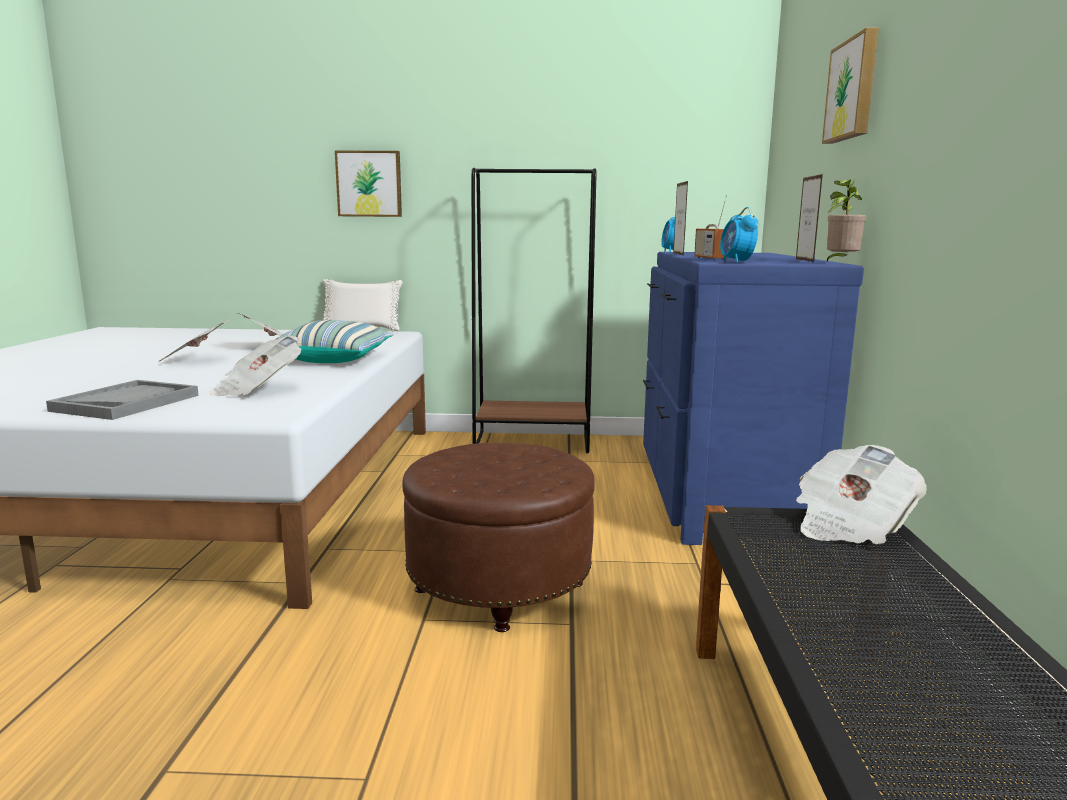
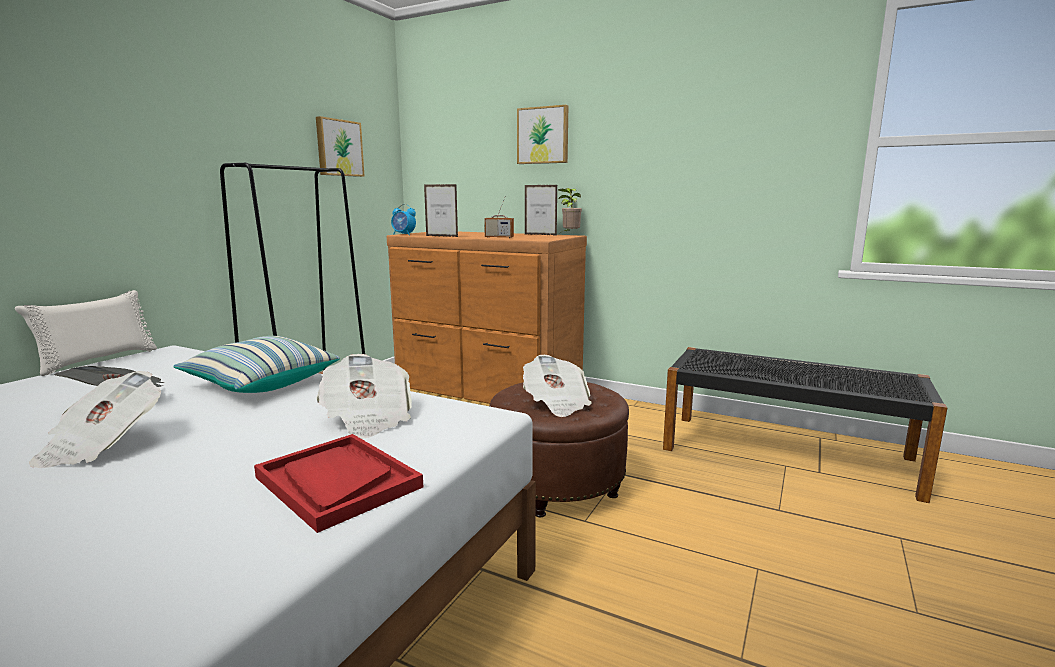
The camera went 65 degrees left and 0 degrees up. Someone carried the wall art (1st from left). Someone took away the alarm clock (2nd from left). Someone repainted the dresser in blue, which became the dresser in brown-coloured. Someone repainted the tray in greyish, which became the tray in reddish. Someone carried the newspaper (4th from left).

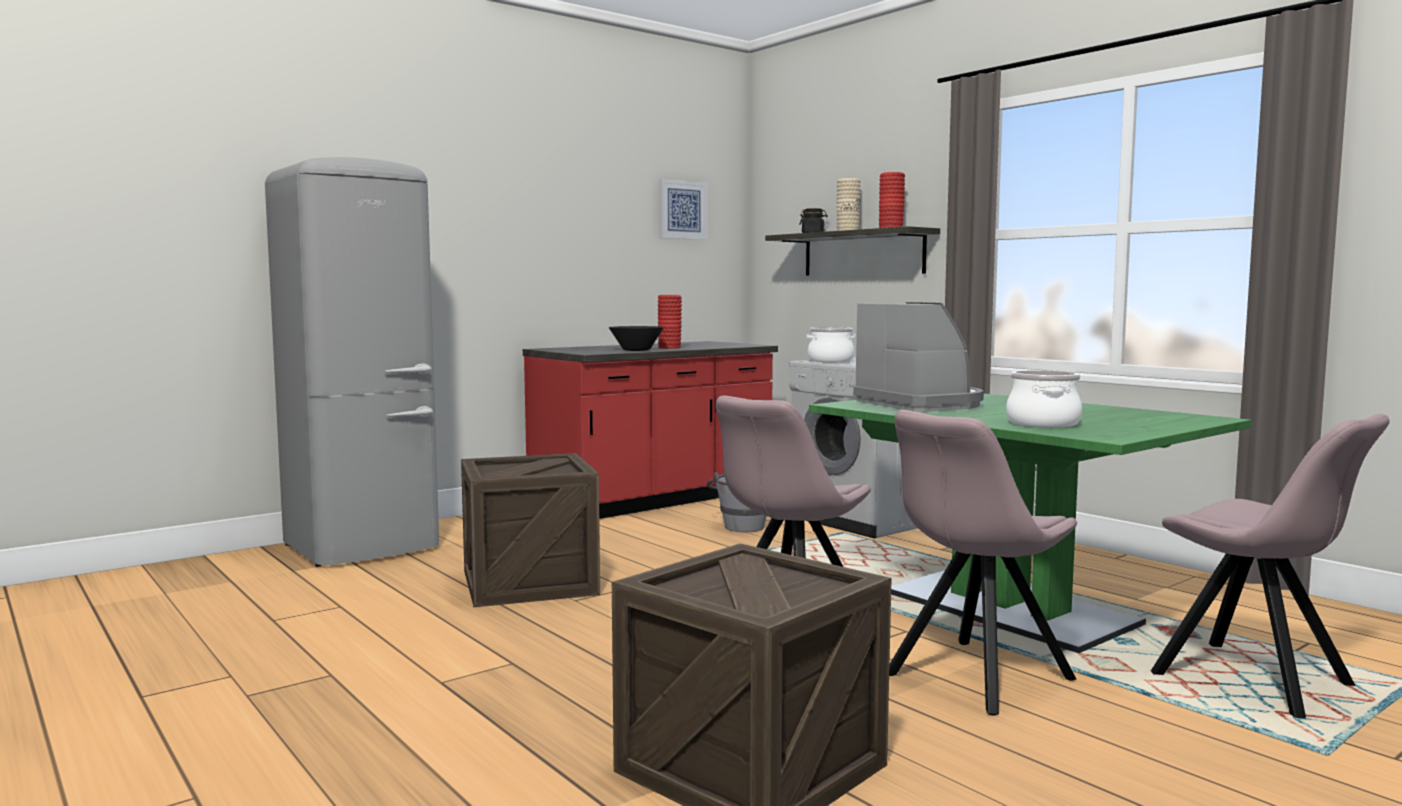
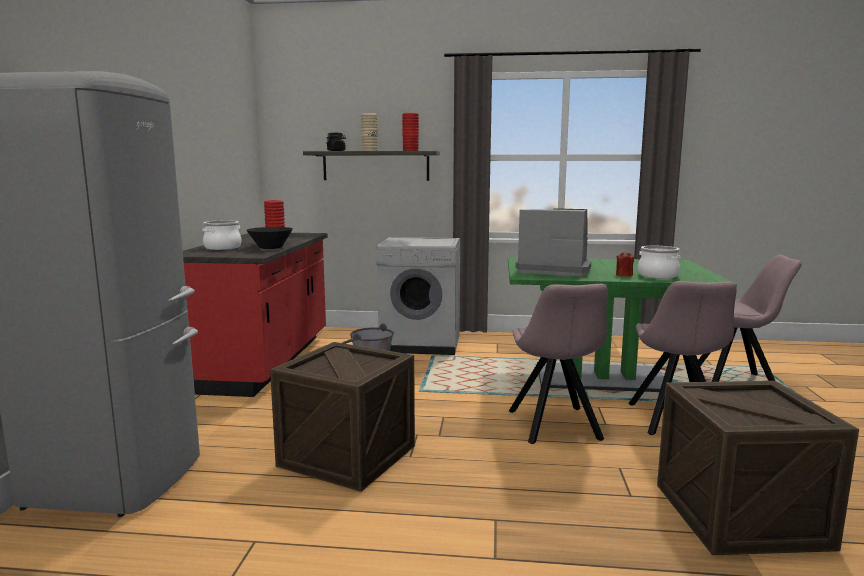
The camera went 45 degrees left and 5 degrees up. Someone took away the wall art. Someone carried the cooking pot (1st from left). Someone put down the candle in reddish.

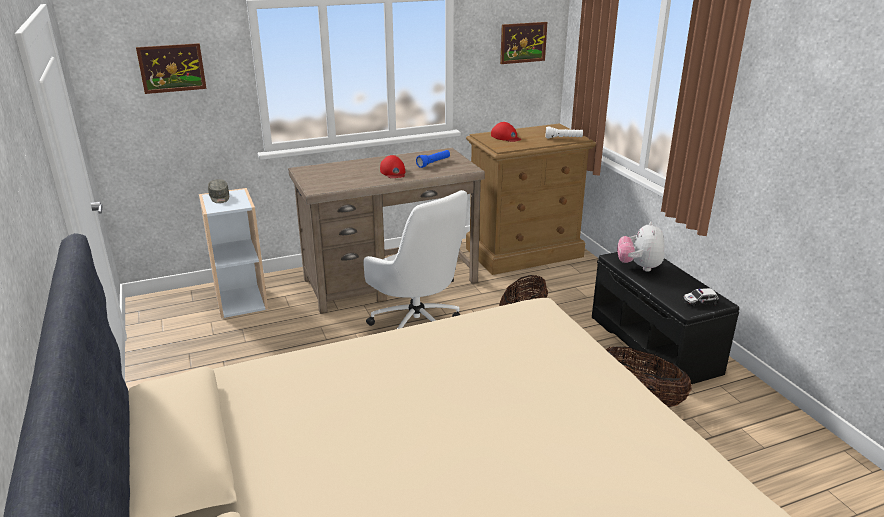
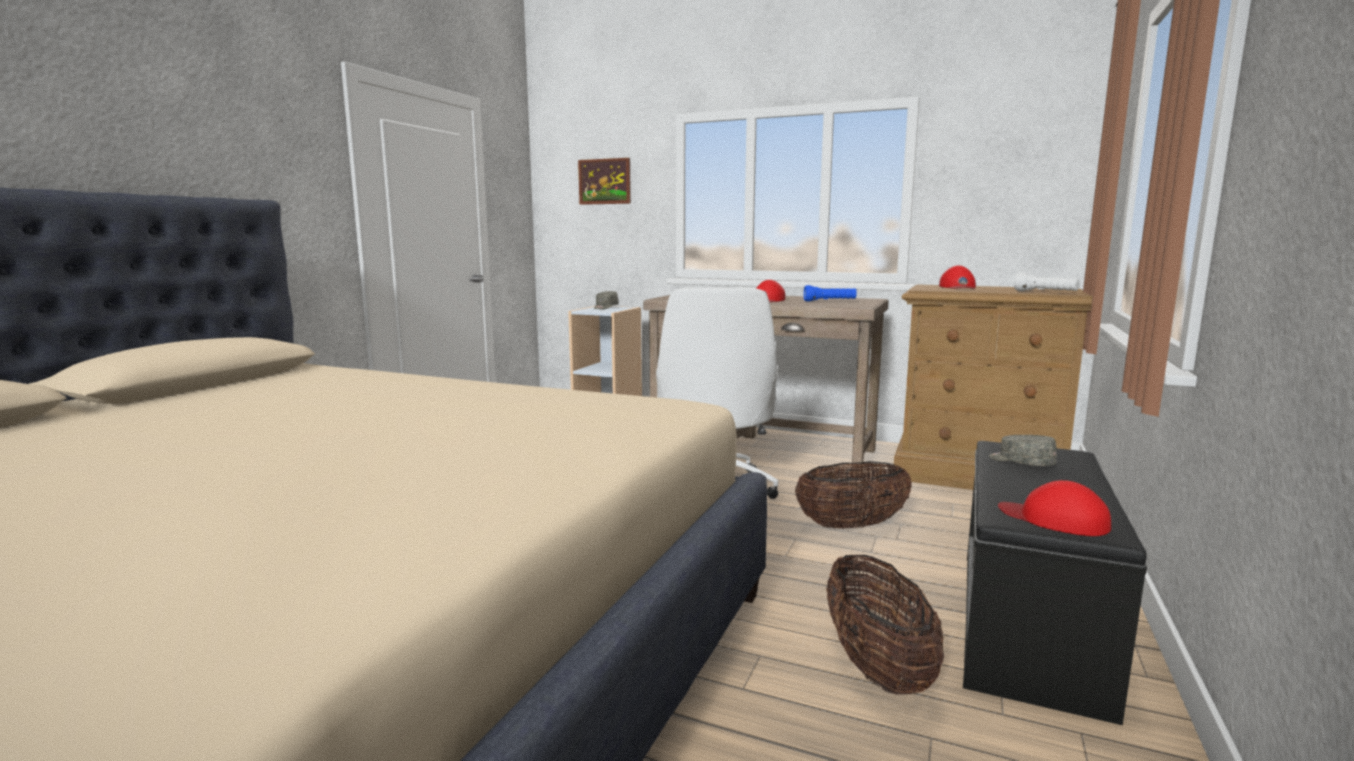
The camera went 45 degrees right and 15 degrees down. Someone took away the wall art (2nd from left). Someone swapped the cuddly toy for the cap in greyish (2nd from left). Someone swapped the model car for the cap in reddish (3rd from left).

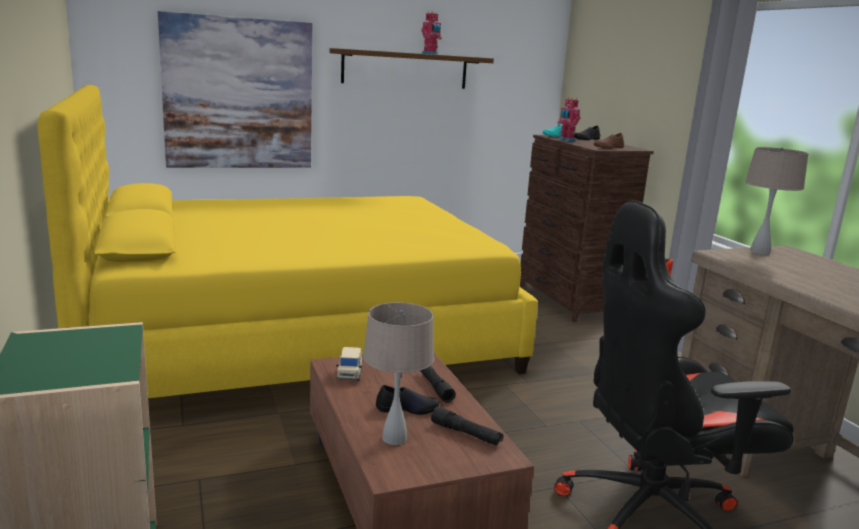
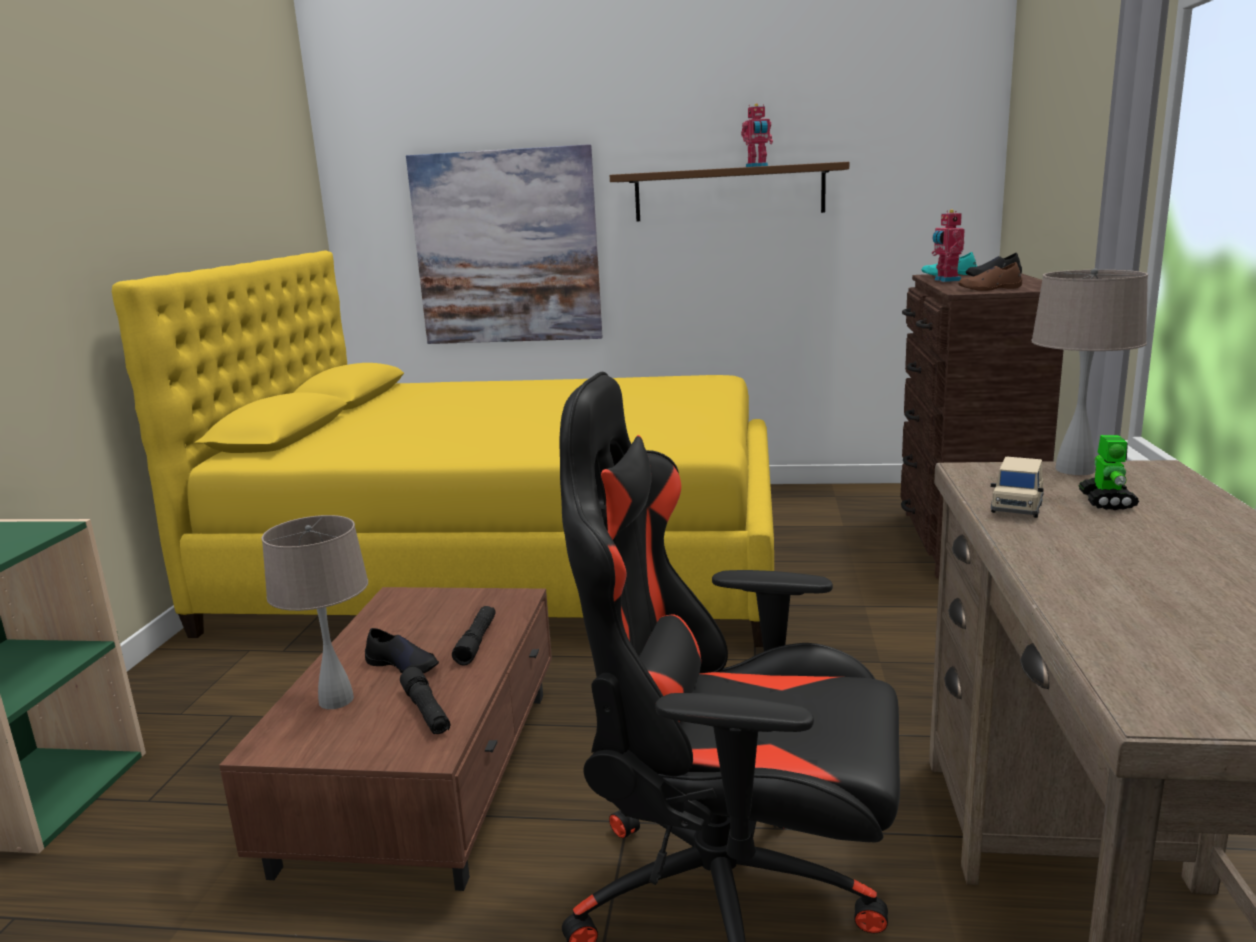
The camera went 30 degrees right and 0 degrees up. Someone carried the model car in beige-coloured. Someone put down the model robot (3rd from left).

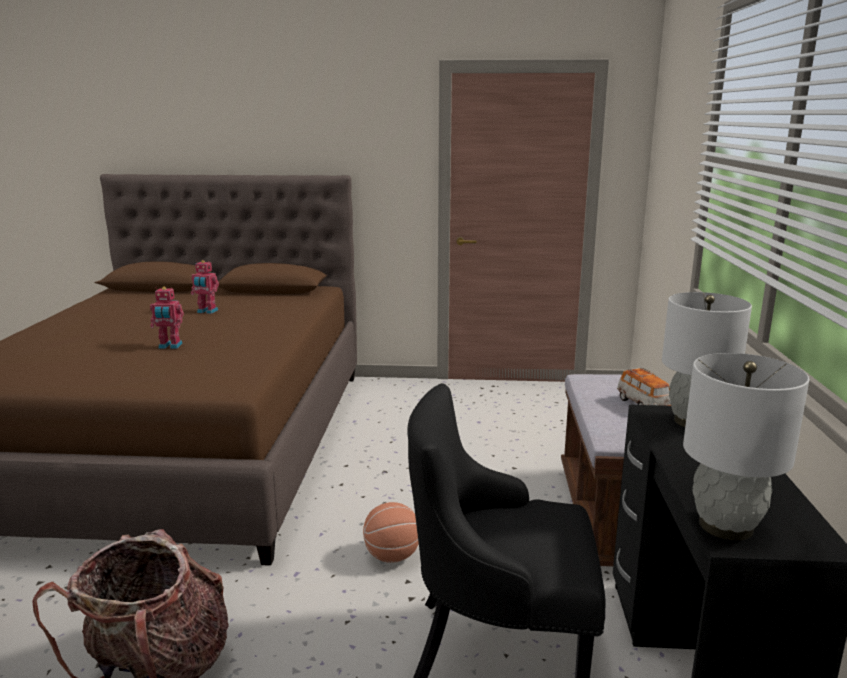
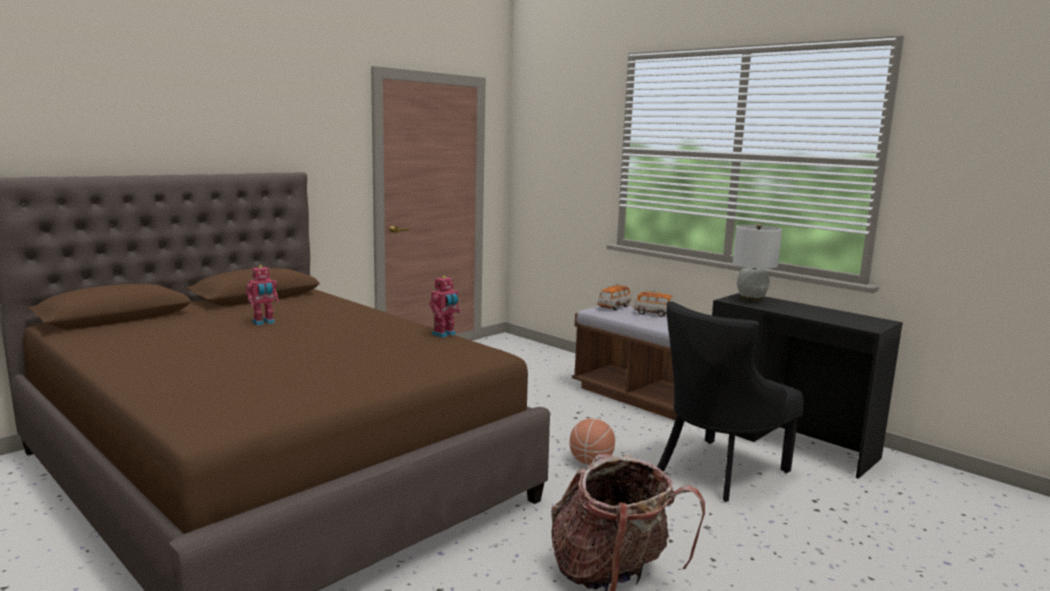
The camera went 50 degrees left and 5 degrees down. Someone carried the model robot (1st from left in the first image). Someone took away the lamp for a table in white (2nd from left). Someone put down the model car (1st from left).

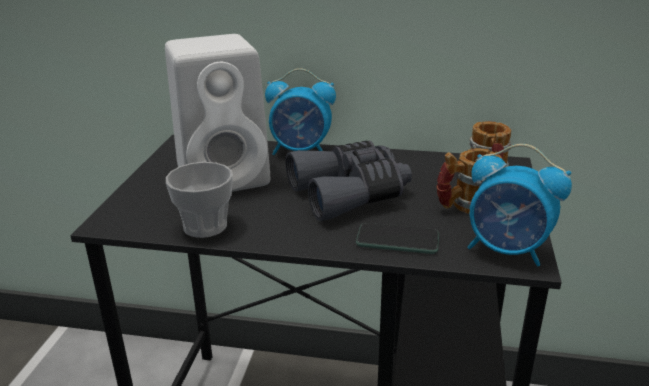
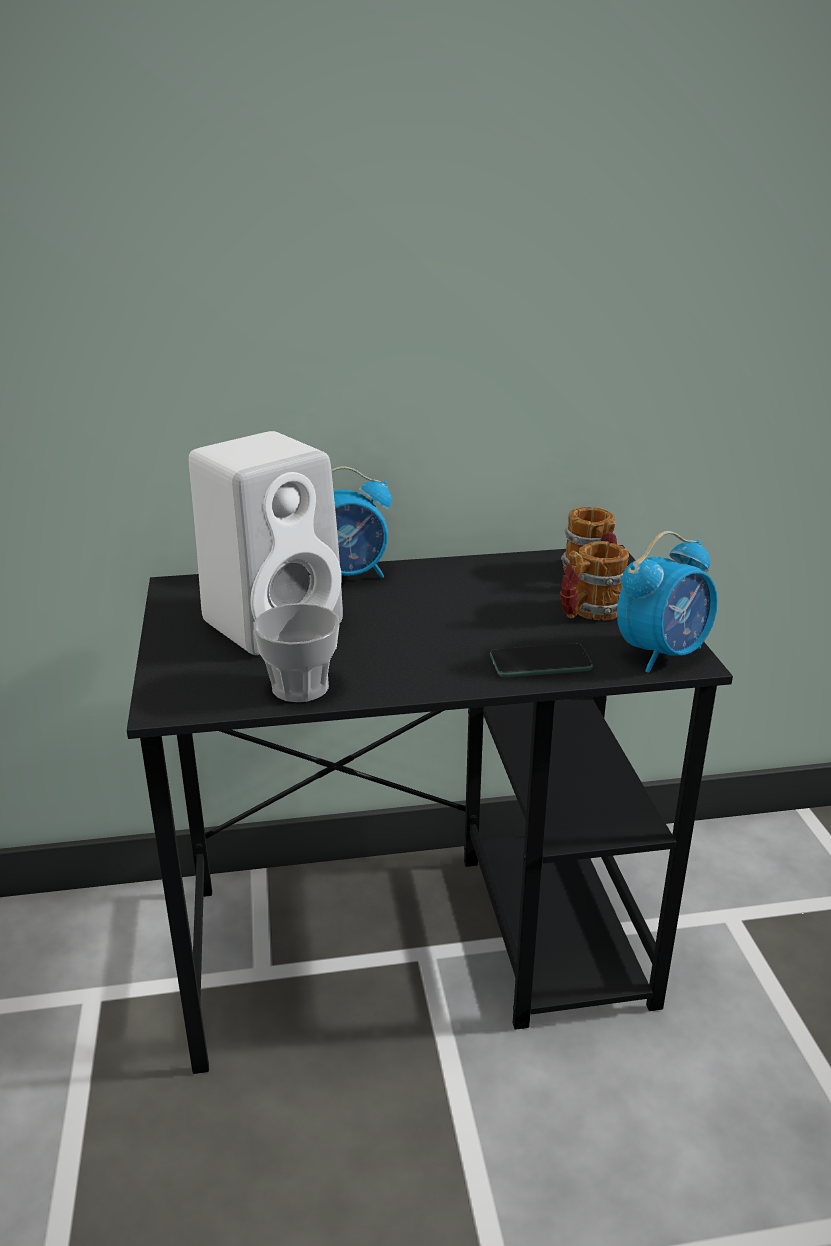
The camera went 20 degrees left and 0 degrees up. Someone took away the pair of binoculars in greyish. Someone rotated the alarm clock (2nd from left) by 45 degrees counterclockwise.

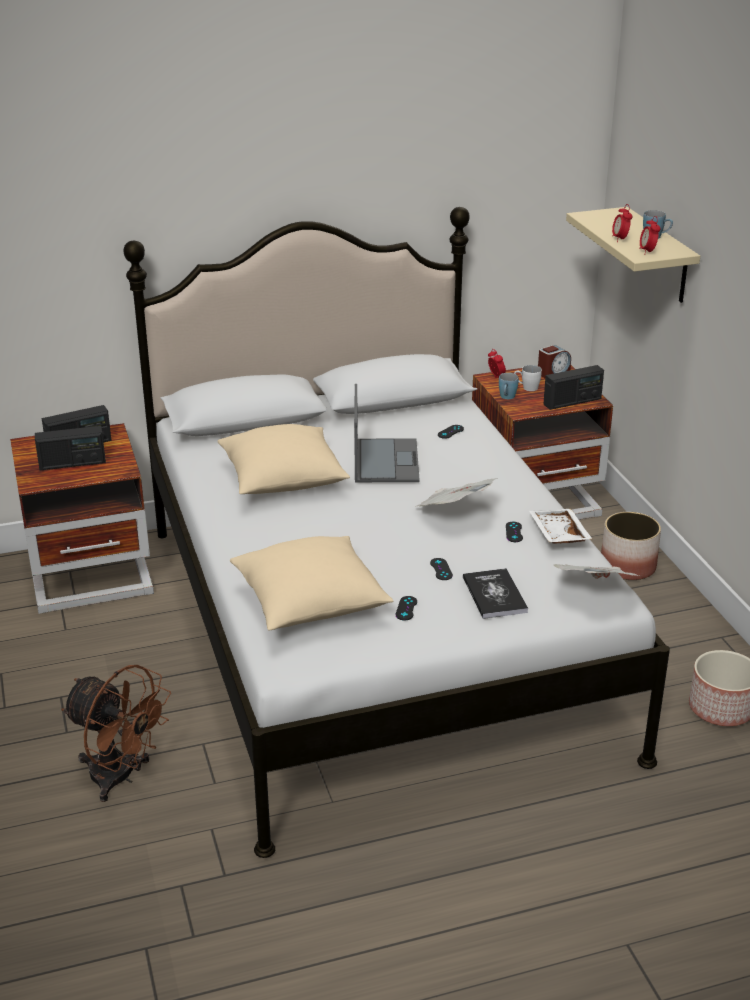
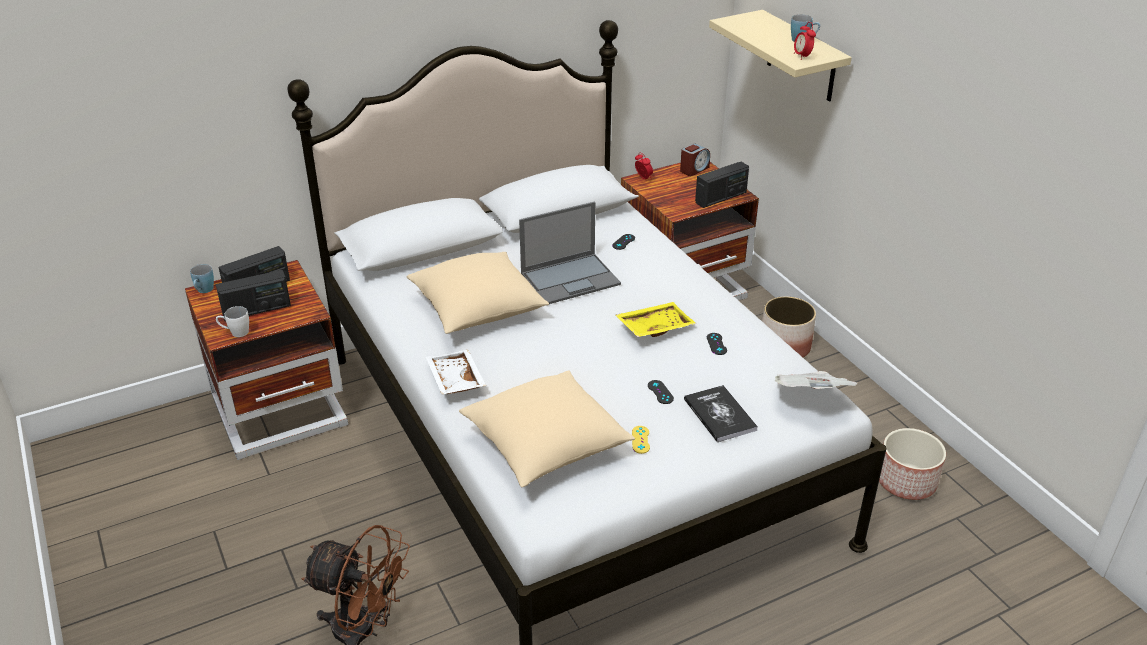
The camera went 10 degrees left and 5 degrees up. Someone took away the alarm clock (3rd from left). Someone carried the coffee mug in white. Someone carried the coffee mug in blue (1st from left). Someone rotated the notebook computer by 75 degrees clockwise. Someone swapped the newspaper (1st from left) for the tray in yellow-coloured. Someone carried the tray in white. Someone repainted the game controller in blackish (1st from left), which became the game controller in yellow-coloured.

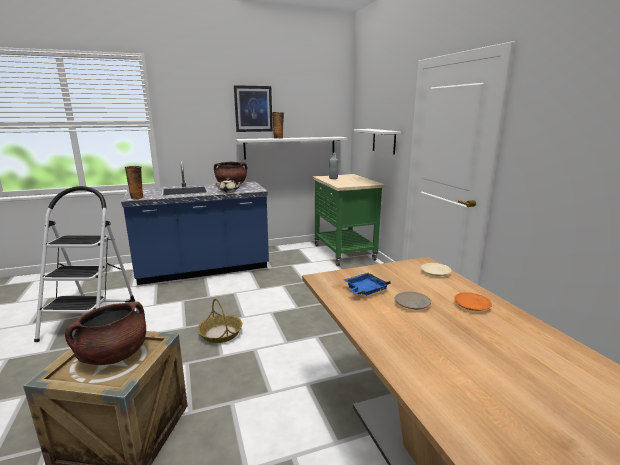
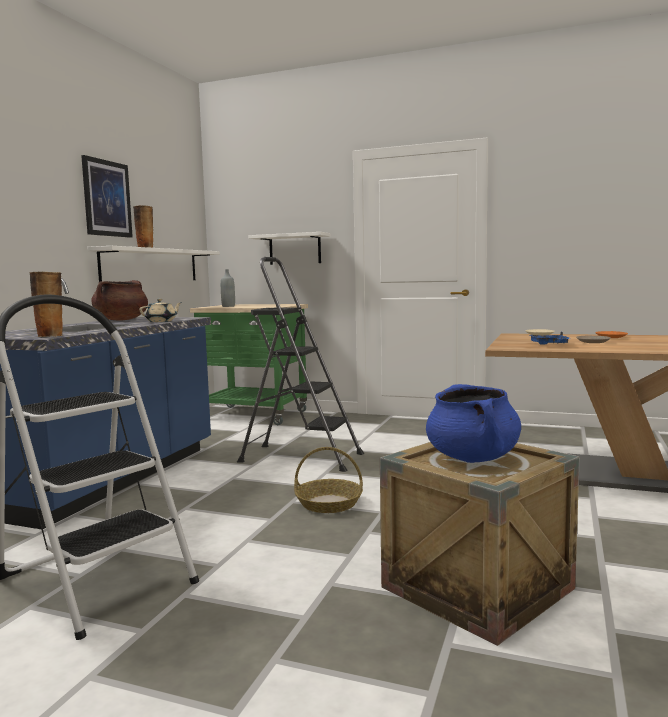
The camera went 50 degrees left and 10 degrees down. Someone repainted the cooking pot in brown-coloured (1st from left), which became the cooking pot in blue. Someone put down the step ladder (2nd from left).

